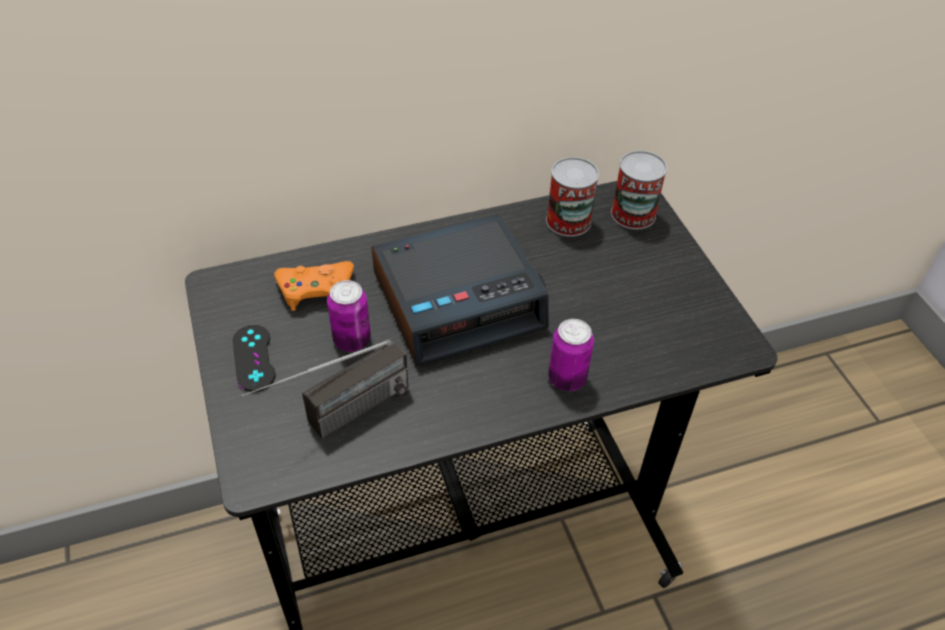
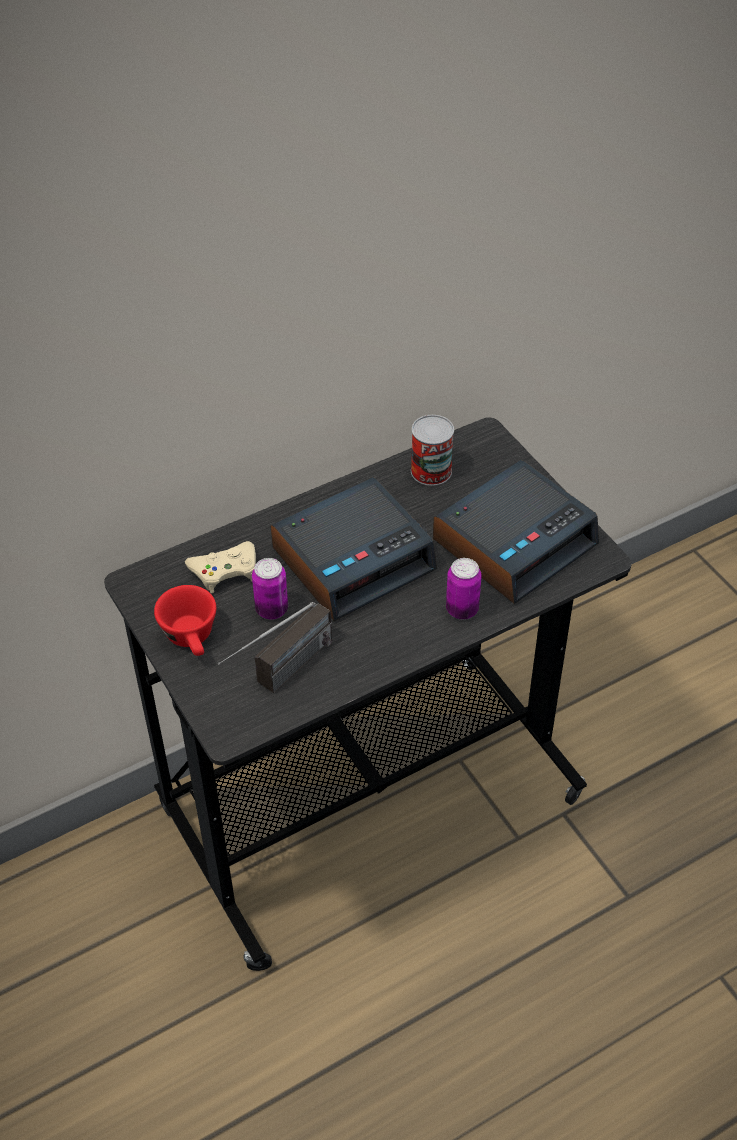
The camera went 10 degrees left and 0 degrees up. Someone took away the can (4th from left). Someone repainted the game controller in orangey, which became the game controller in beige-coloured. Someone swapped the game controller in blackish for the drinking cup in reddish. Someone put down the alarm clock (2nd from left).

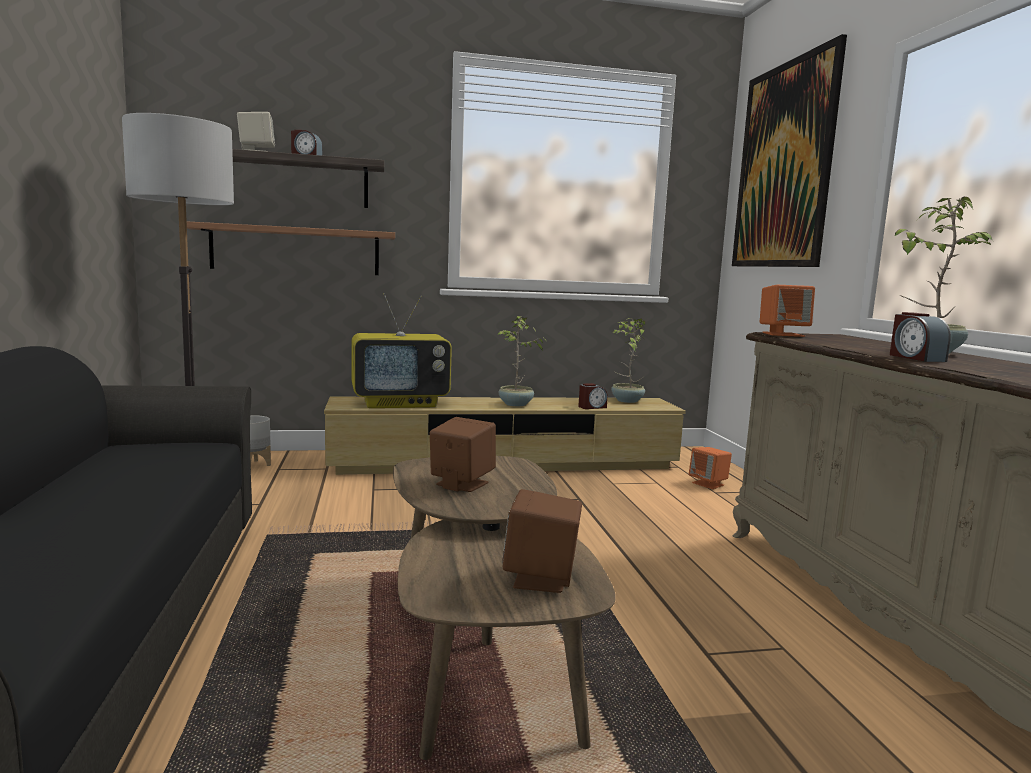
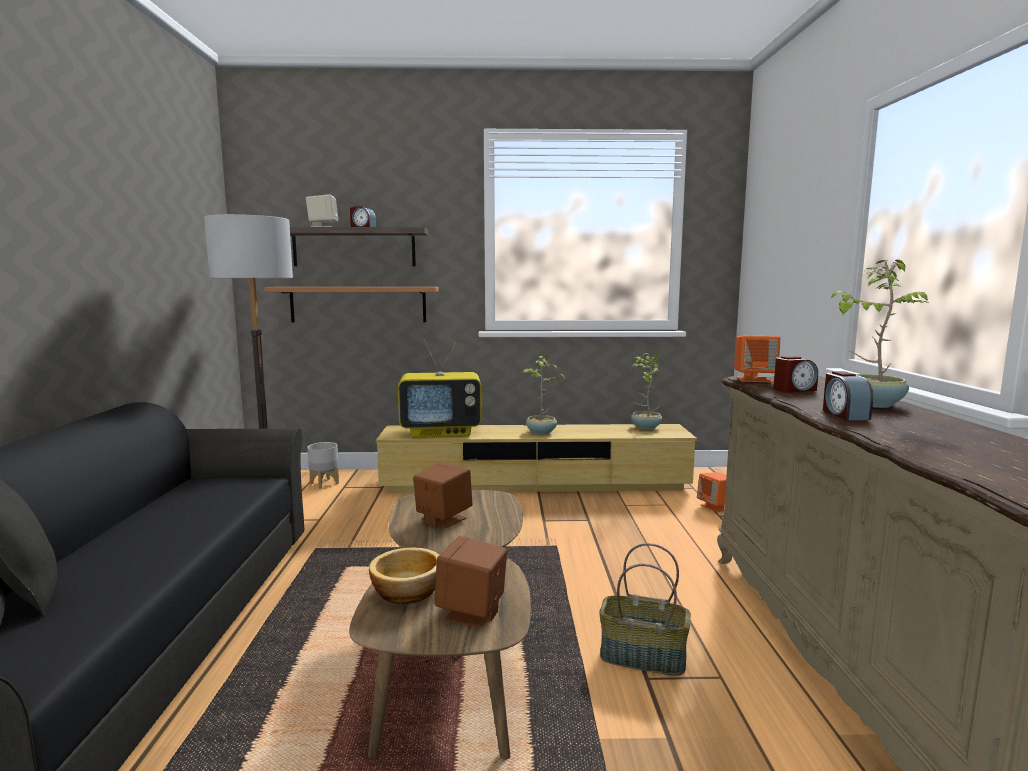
The camera went 10 degrees right and 0 degrees up. Someone took away the wall art. Someone carried the alarm clock (2nd from left). Someone put down the storage basket. Someone put down the deep dish.

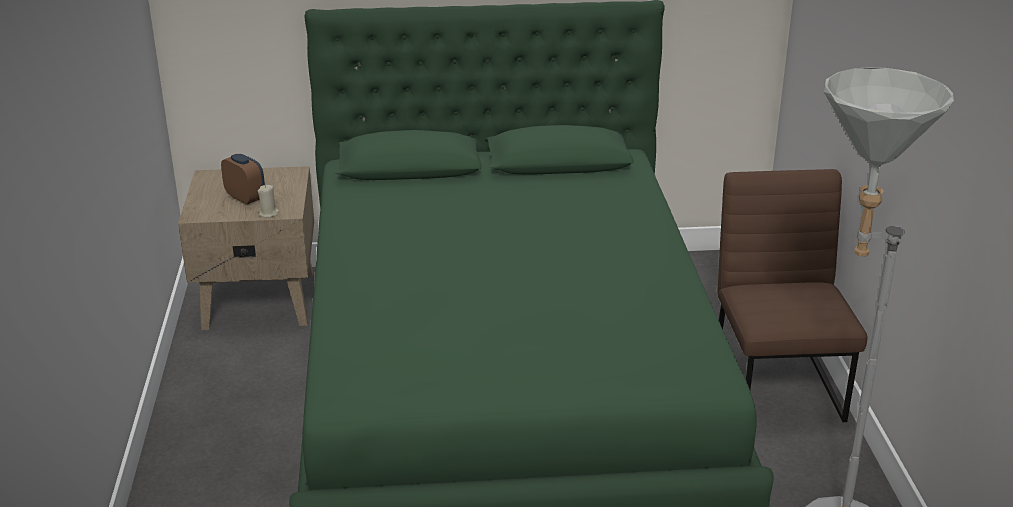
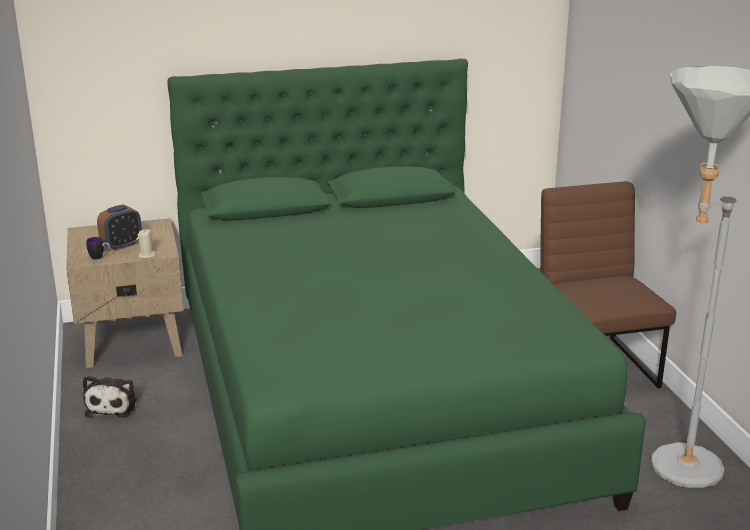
The camera went 10 degrees left and 5 degrees down. Someone rotated the alarm clock by 105 degrees clockwise. Someone put down the coffee mug. Someone put down the cuddly toy.

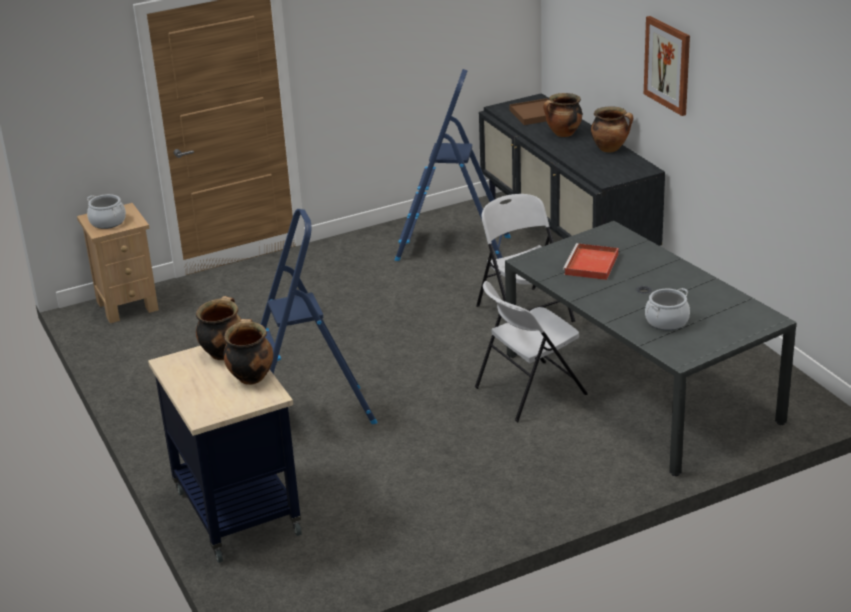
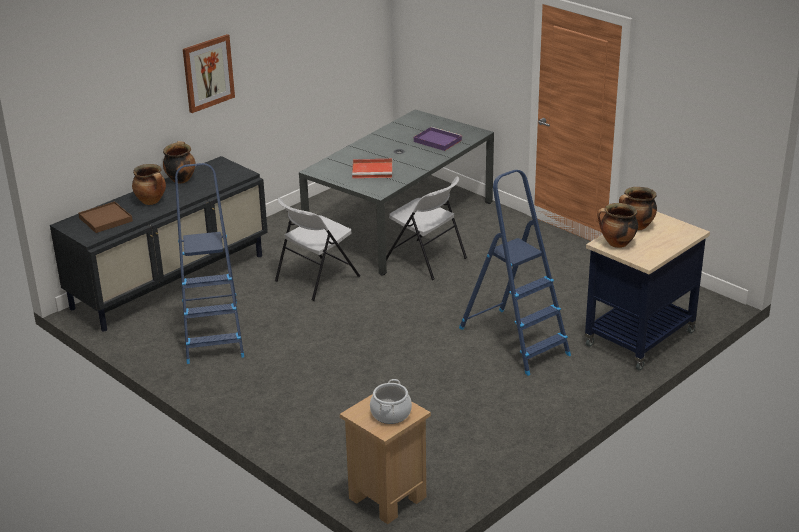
The camera went 110 degrees left and 0 degrees up. Someone swapped the cooking pot (6th from left) for the tray in purplish.

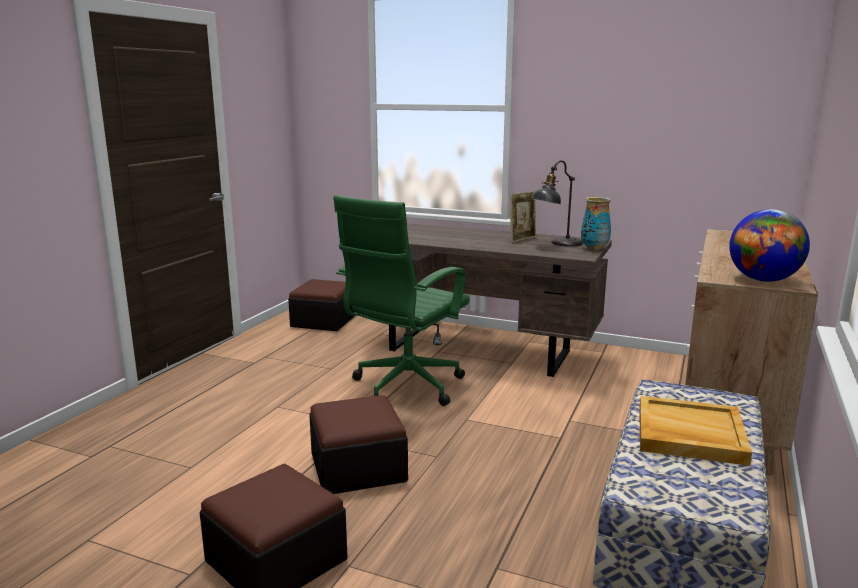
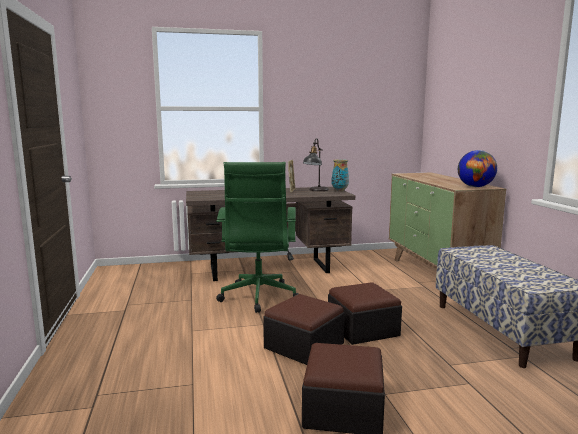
The camera went 35 degrees left and 5 degrees down. Someone carried the footrest (2nd from left in the first image). Someone took away the tray in beige-coloured.

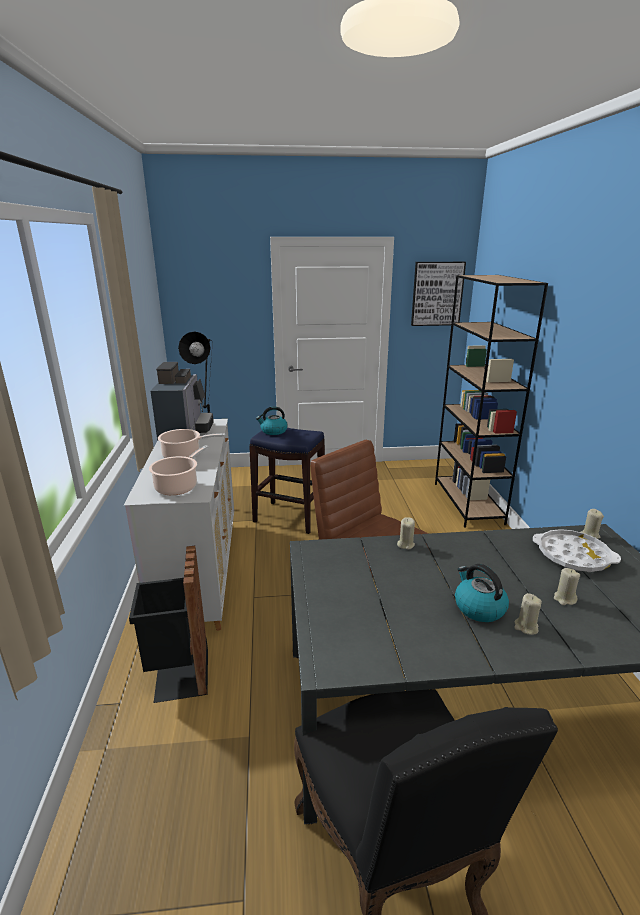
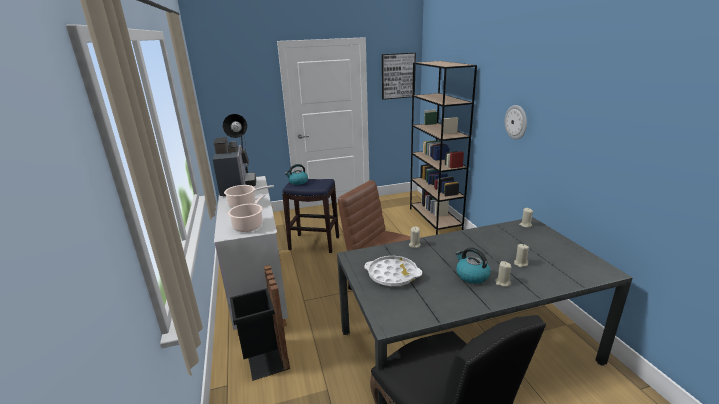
The camera went 10 degrees left and 0 degrees up. Someone carried the tray in white. Someone put up the wall clock.

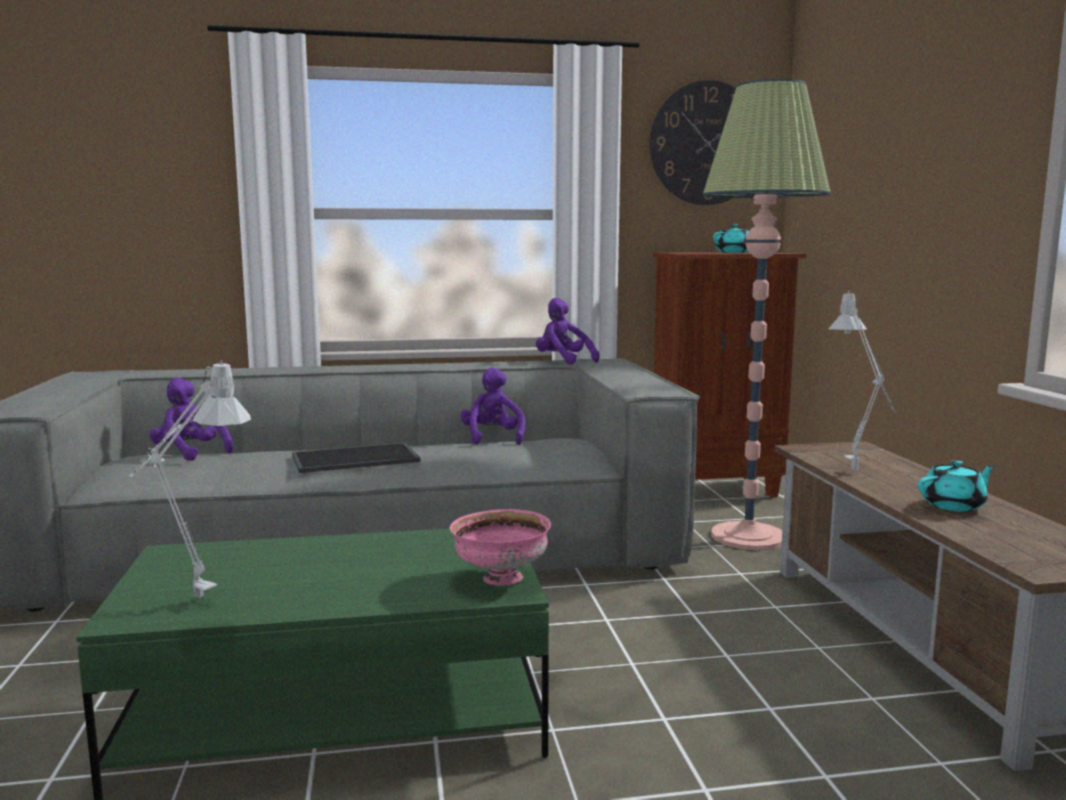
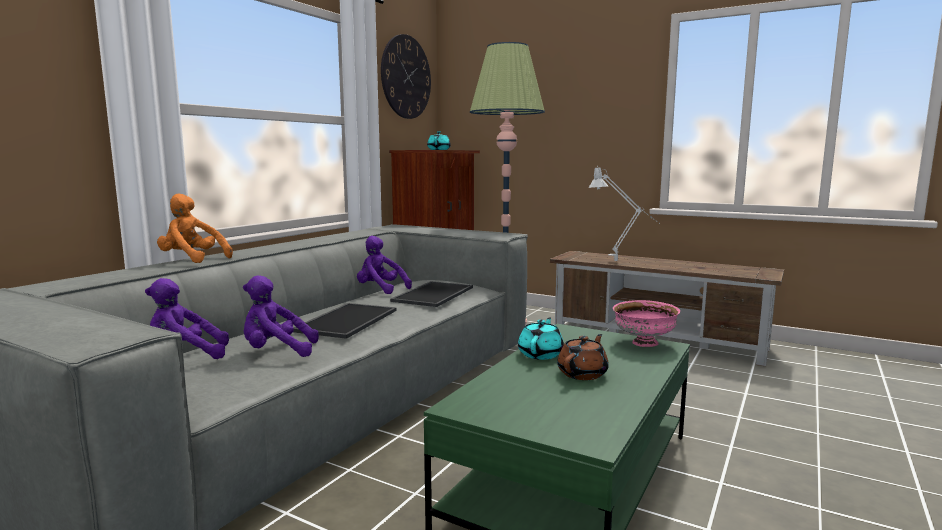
The camera went 50 degrees left and 0 degrees up. Someone carried the cuddly toy in purplish (3rd from left in the first image). Someone took away the lamp for a table in greyish (1st from left). Someone carried the pot for tea in blue-green (2nd from left). Someone put down the cuddly toy in orangey. Someone put down the tray (2nd from left). Someone put down the pot for tea in brown-coloured.

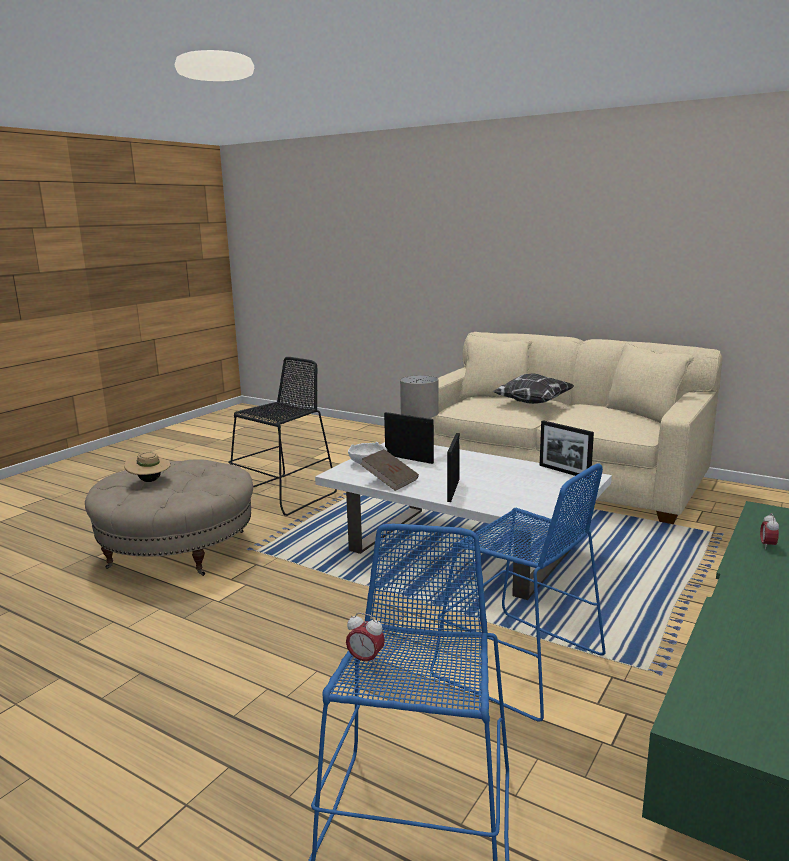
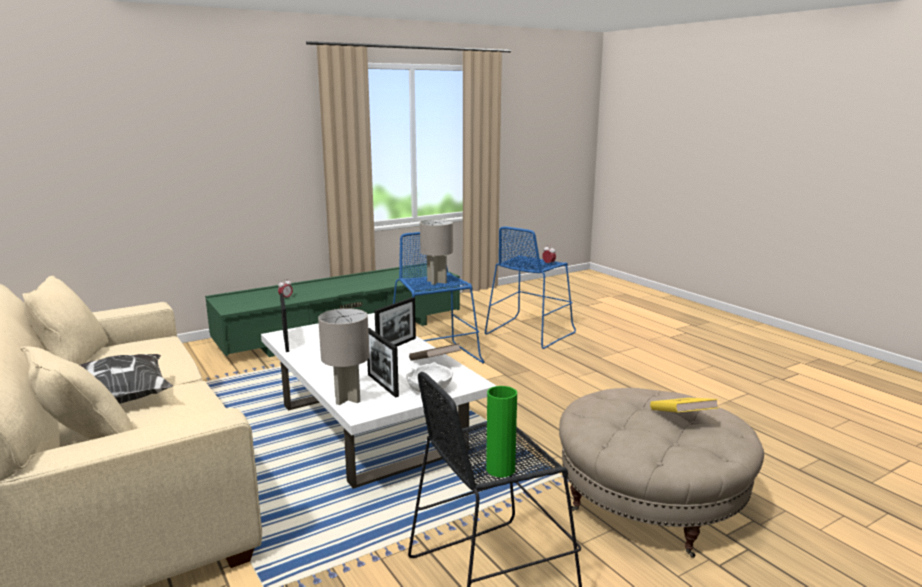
The camera went 155 degrees left and 0 degrees up. Someone swapped the hat in beige-coloured for the volume in yellow-coloured. Someone put down the lamp for a table in greyish (2nd from left). Someone put down the decorative vase in green.

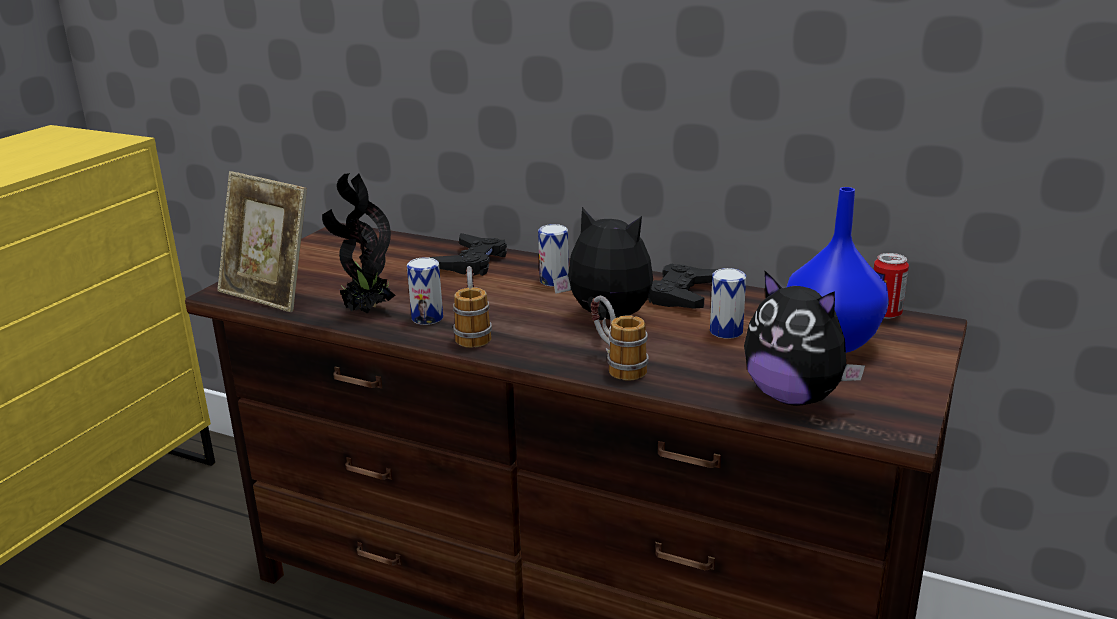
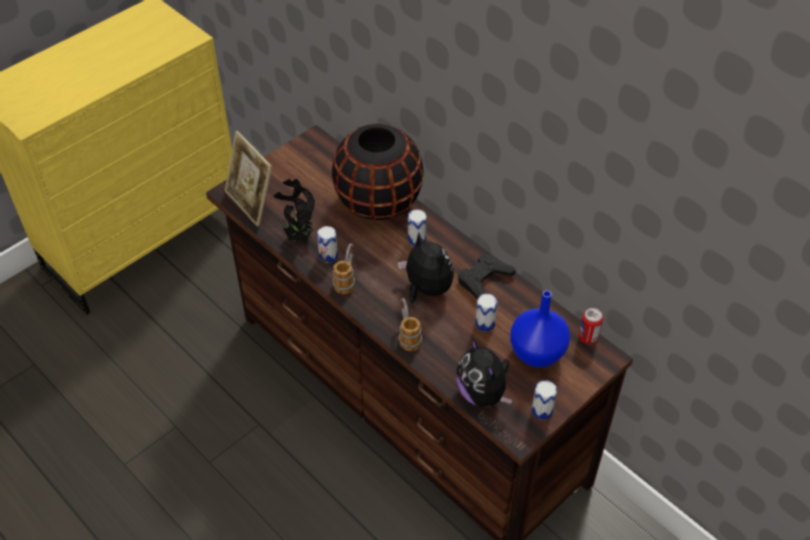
The camera went 20 degrees right and 25 degrees up. Someone swapped the game controller in blackish (1st from left) for the decorative vase in blackish. Someone put down the can (4th from left).

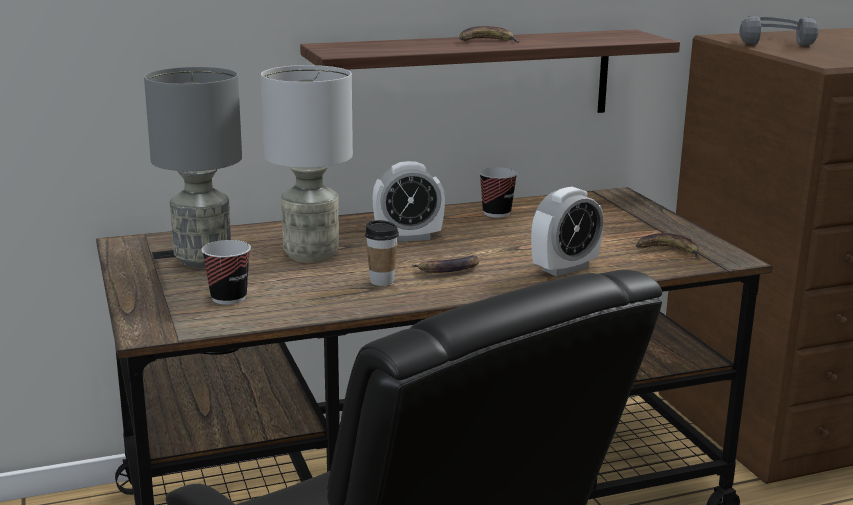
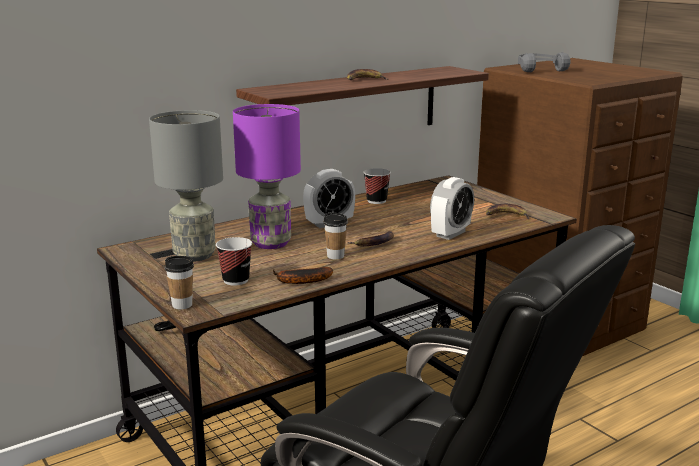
The camera went 15 degrees left and 0 degrees up. Someone repainted the lamp for a table in greyish (2nd from left), which became the lamp for a table in purplish. Someone put down the drinking cup (1st from left). Someone put down the banana fruit (1st from left).

